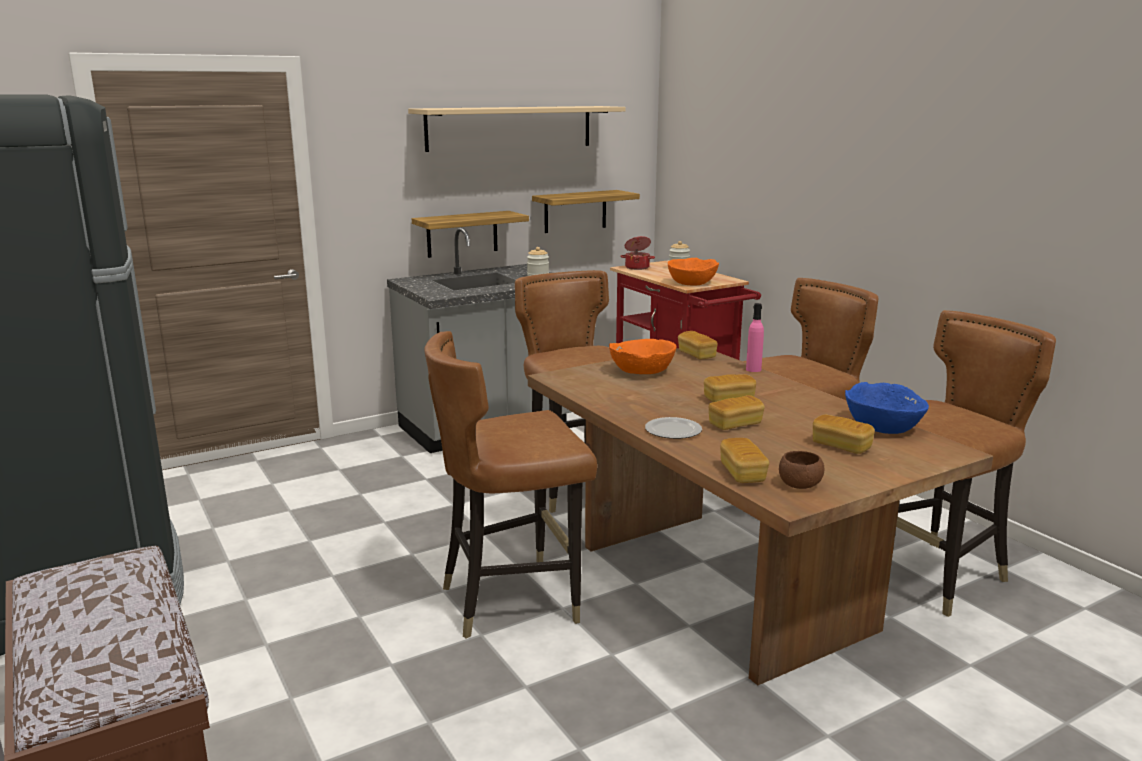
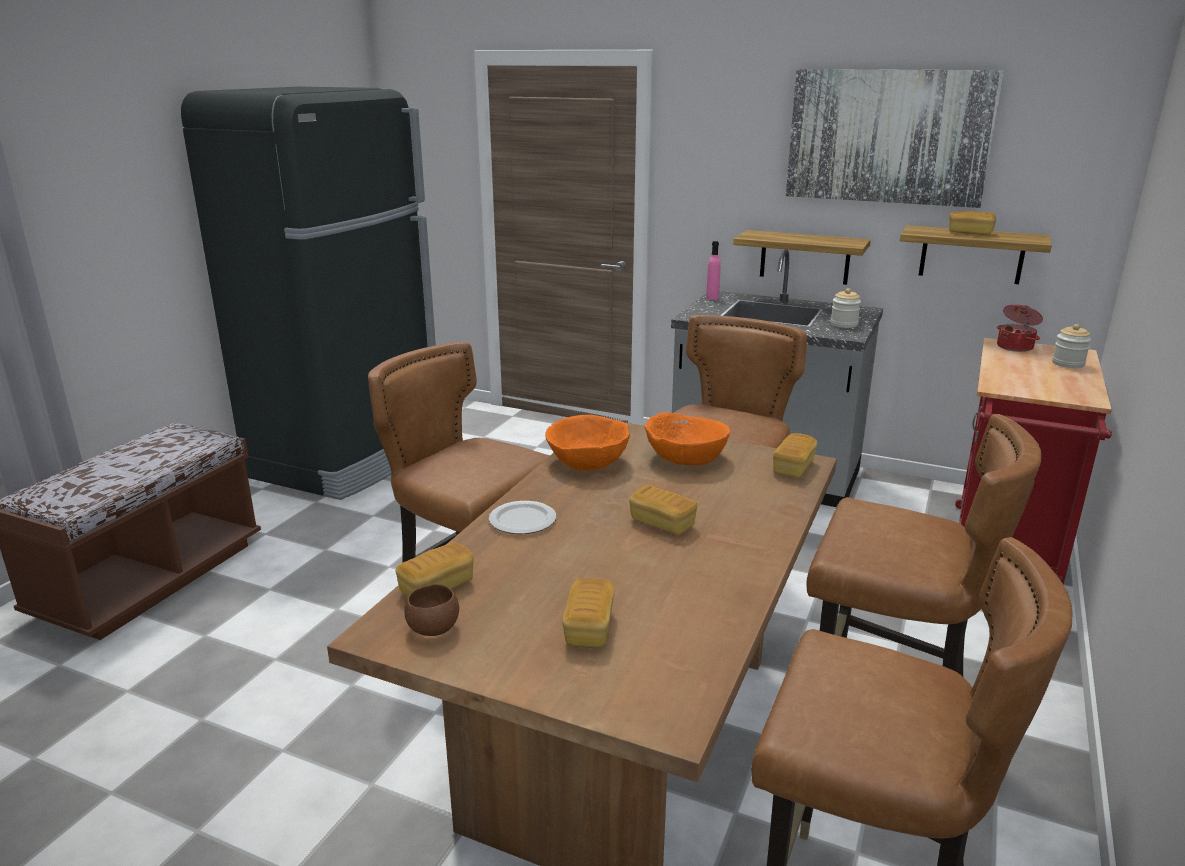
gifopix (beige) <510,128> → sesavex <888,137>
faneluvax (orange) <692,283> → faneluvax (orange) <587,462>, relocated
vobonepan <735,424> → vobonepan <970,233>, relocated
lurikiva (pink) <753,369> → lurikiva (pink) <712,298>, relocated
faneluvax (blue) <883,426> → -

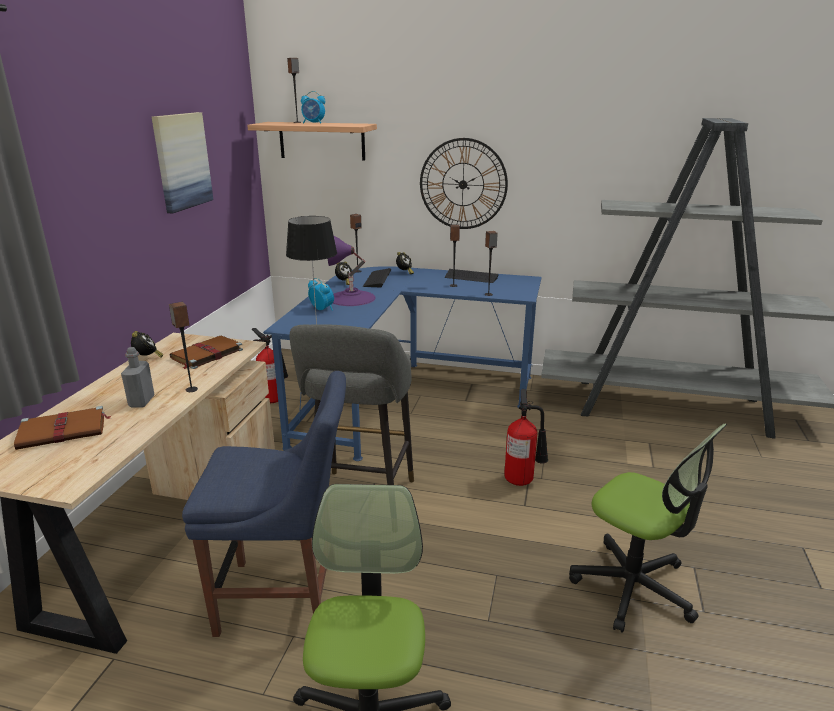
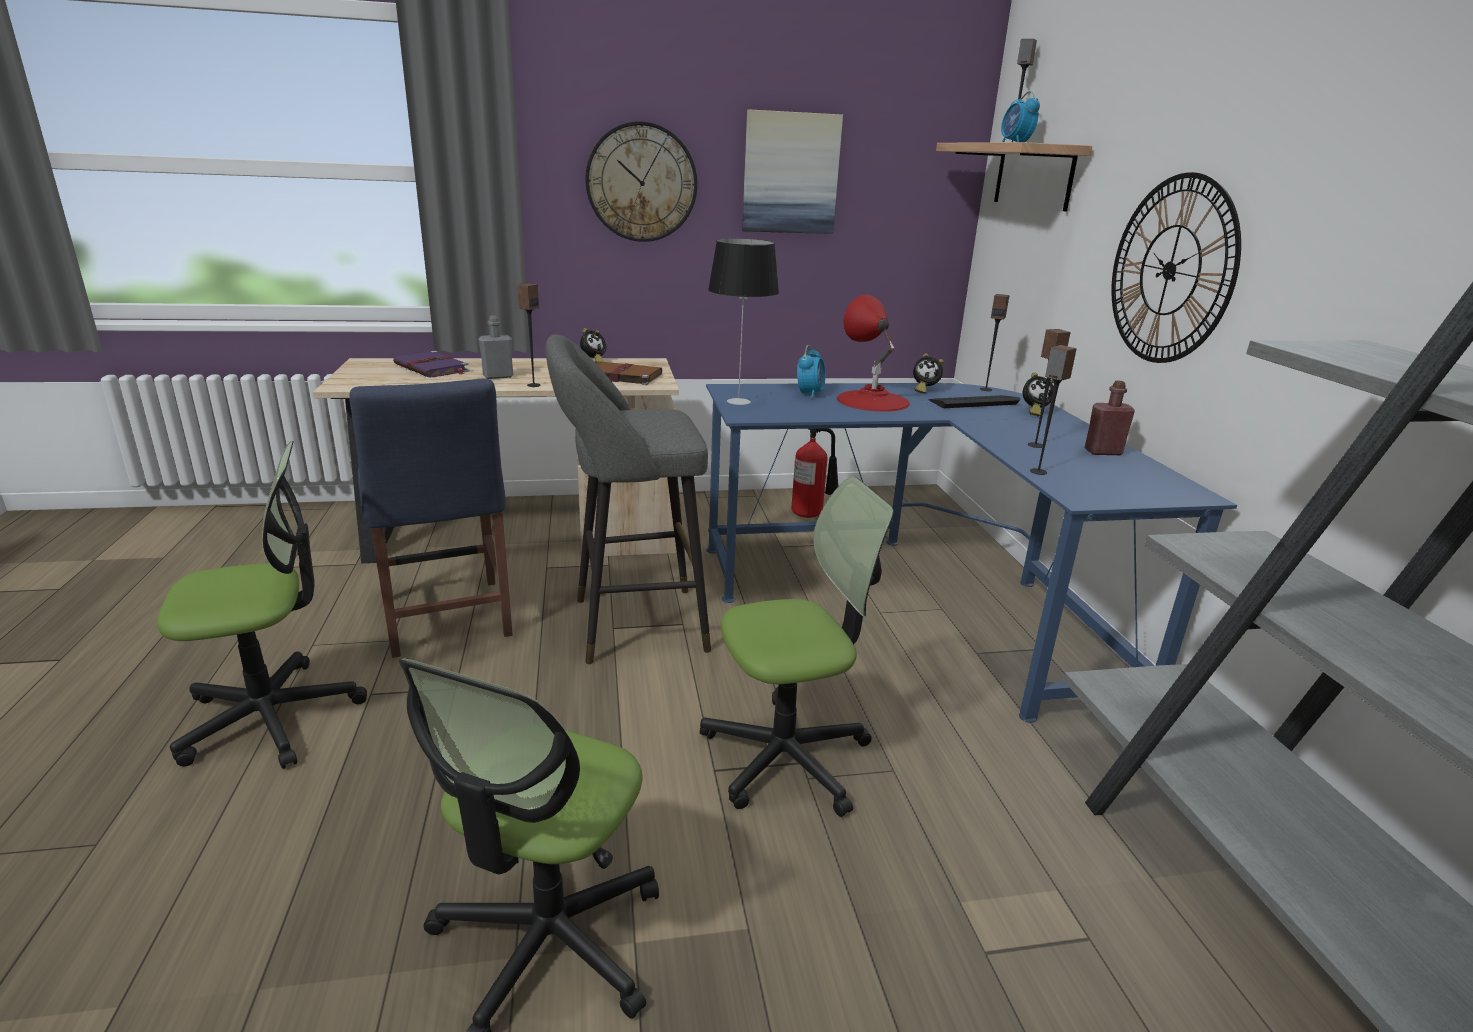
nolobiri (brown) <64,431> → nolobiri (purple) <432,368>
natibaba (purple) <351,298> → natibaba (red) <872,400>
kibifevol <471,277> → lurikiva (red) <1103,452>
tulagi <523,480> → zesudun <786,756>
- → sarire <641,183>

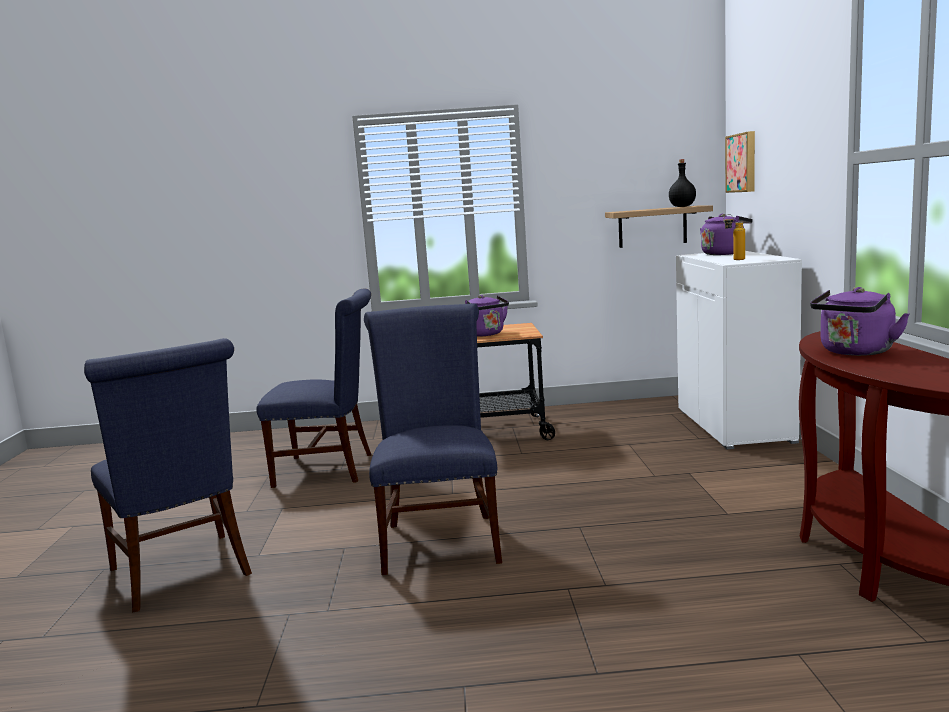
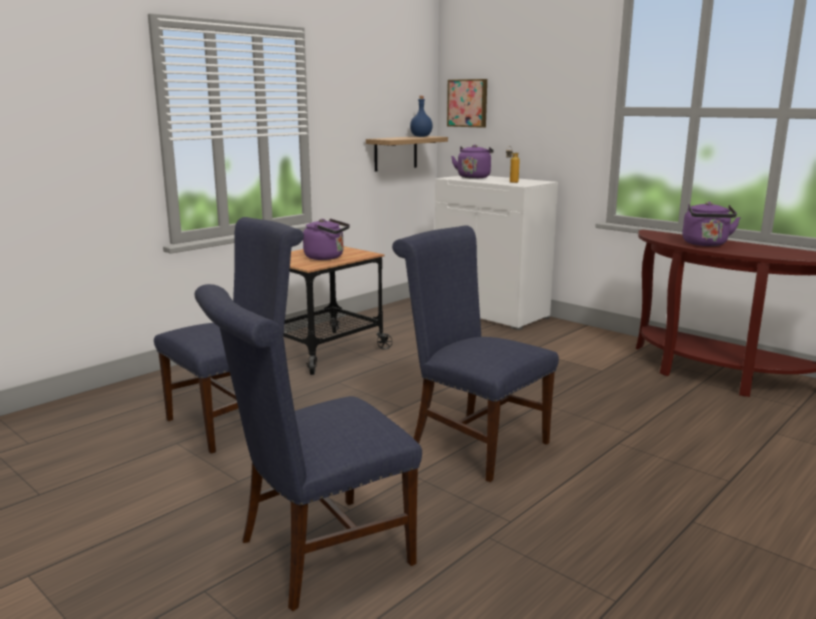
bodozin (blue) <183,574> → bodozin (blue) <315,554>, 135 degrees clockwise
lurikiva (black) <682,206> → lurikiva (blue) <421,136>

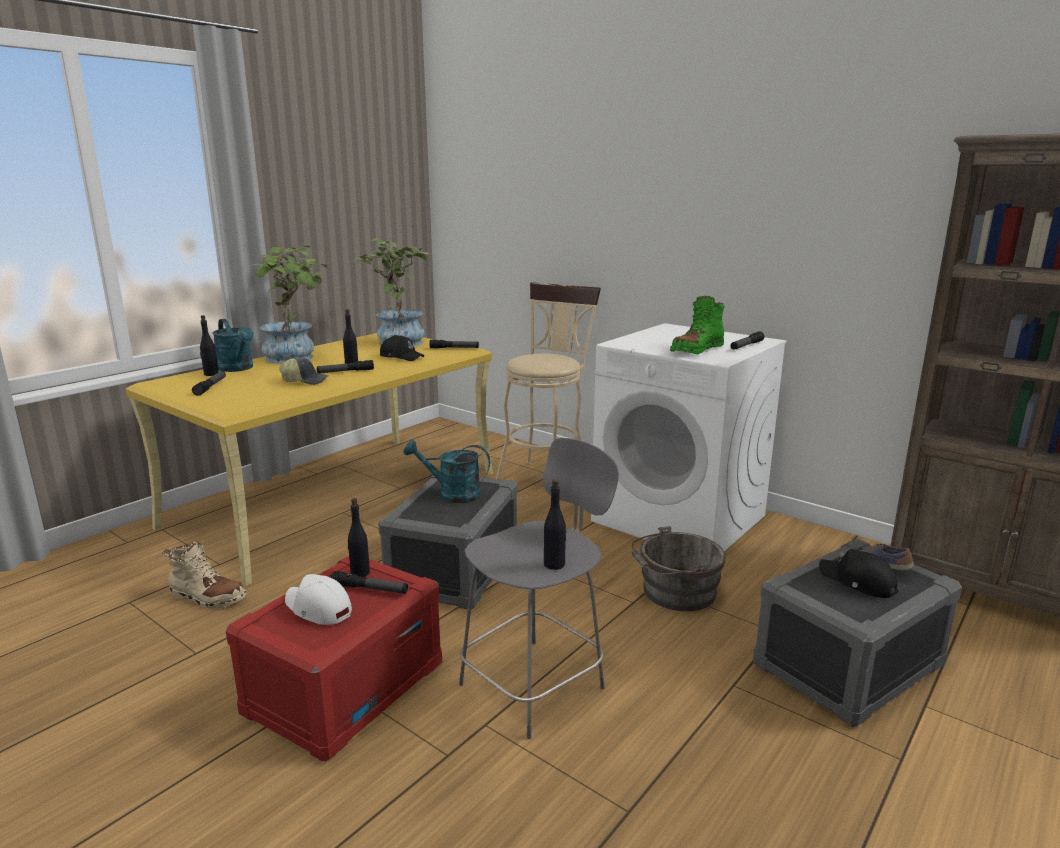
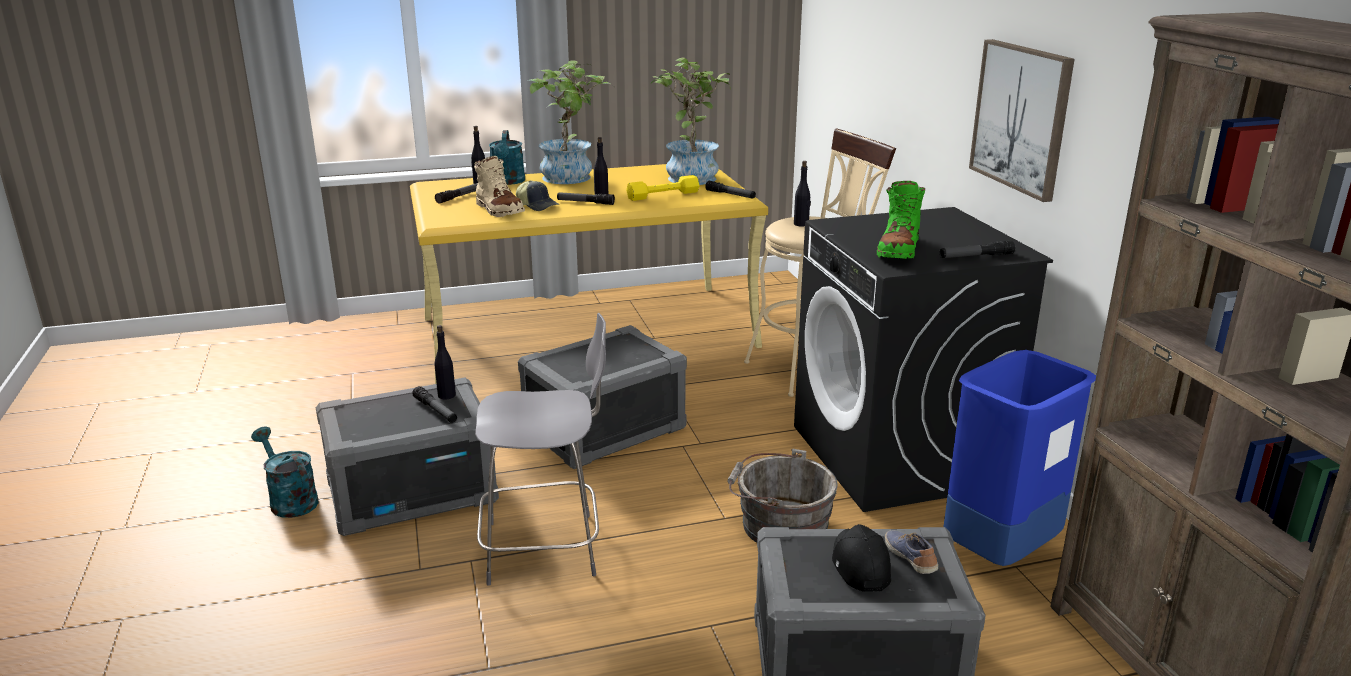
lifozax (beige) <207,597> → lifozax (beige) <499,210>, relocated
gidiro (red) <345,687> → gidiro (grey) <413,491>
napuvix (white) <318,608> → -
napuvix (black) <401,356> → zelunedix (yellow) <663,195>
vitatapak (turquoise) <452,494> → vitatapak (turquoise) <290,500>, relocated
lurikiva (black) <554,564> → lurikiva (black) <801,224>, relocated
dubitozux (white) <680,518> → dubitozux (black) <898,456>
lifozax (green) <696,350> → lifozax (green) <898,250>, 60 degrees counterclockwise
- → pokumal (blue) <999,551>
- → sesavex <1021,117>

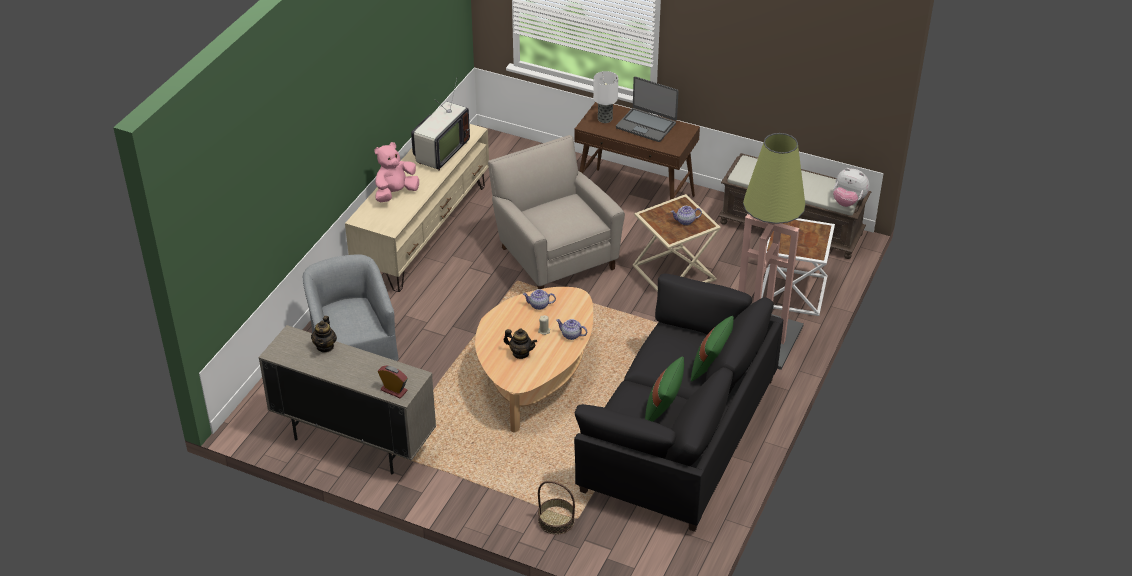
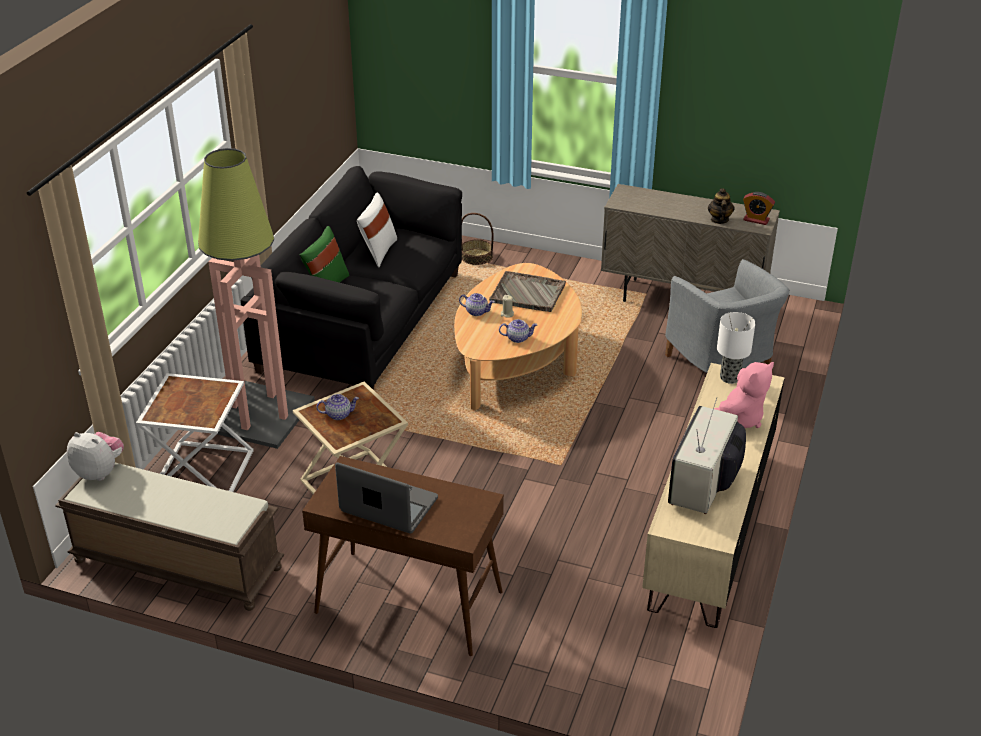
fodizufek <394,390> → fodizufek <756,220>, relocated
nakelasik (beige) <554,254> → -
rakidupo <520,353> → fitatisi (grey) <528,293>
natibaba <605,119> → natibaba <729,377>, relocated
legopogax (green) <663,411> → legopogax (white) <378,252>

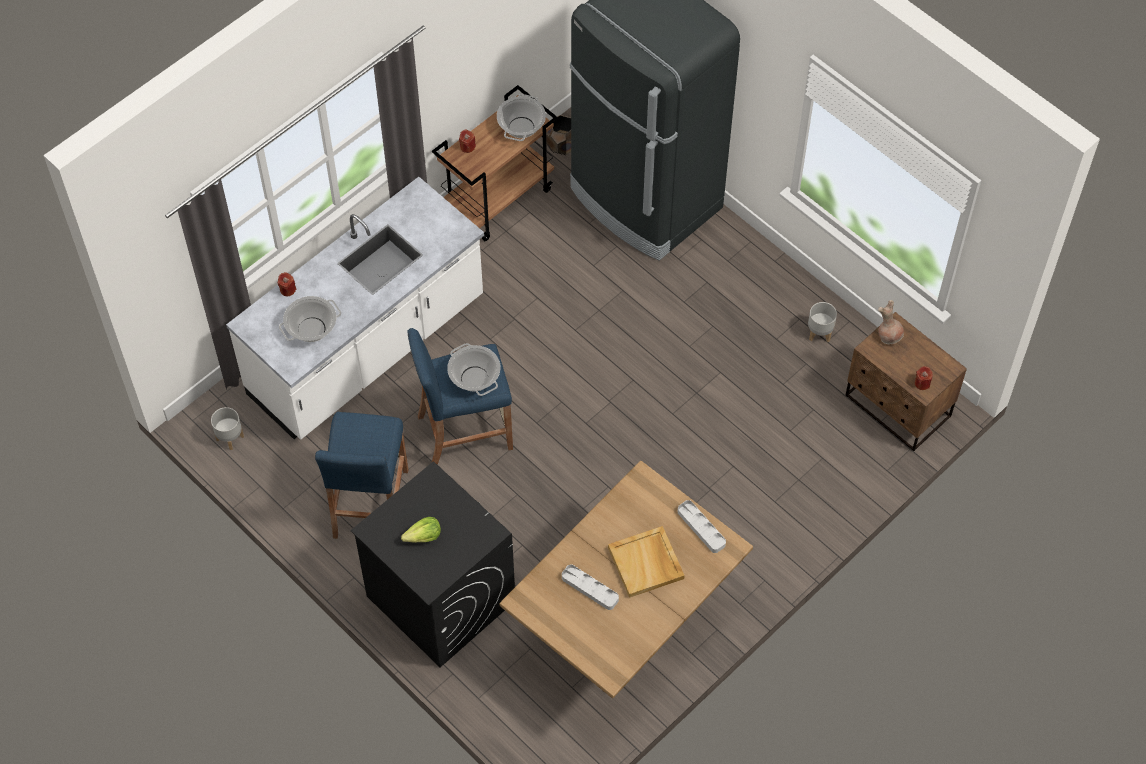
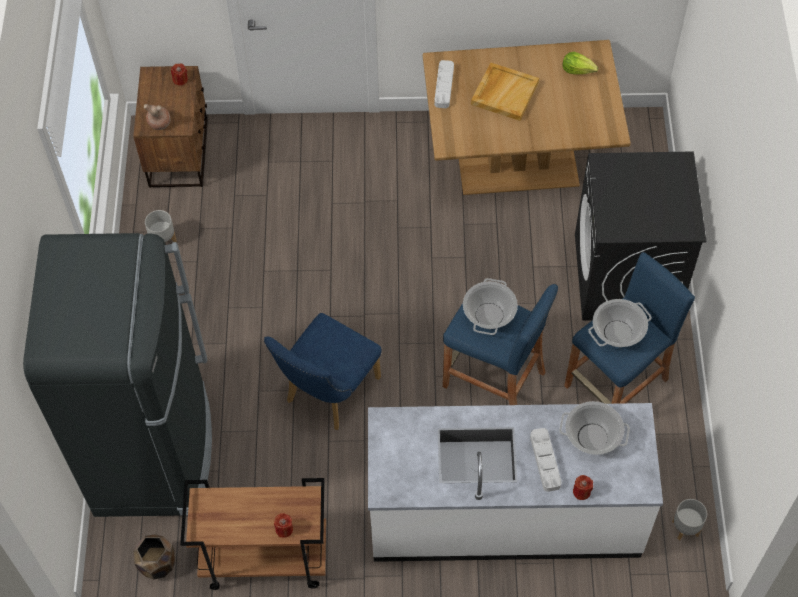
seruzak <423,537> → seruzak <578,70>, relocated
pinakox <521,127> → pinakox <617,333>, relocated
fitatisi (grey) <590,588> → fitatisi (grey) <545,461>, relocated
- → bodozin (blue) <327,393>

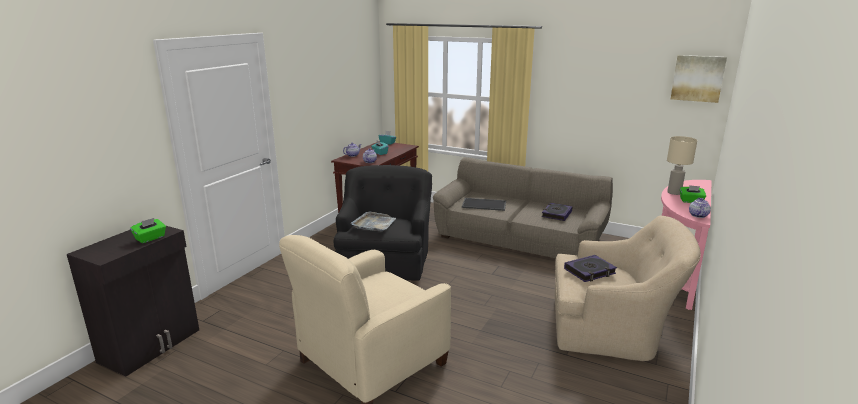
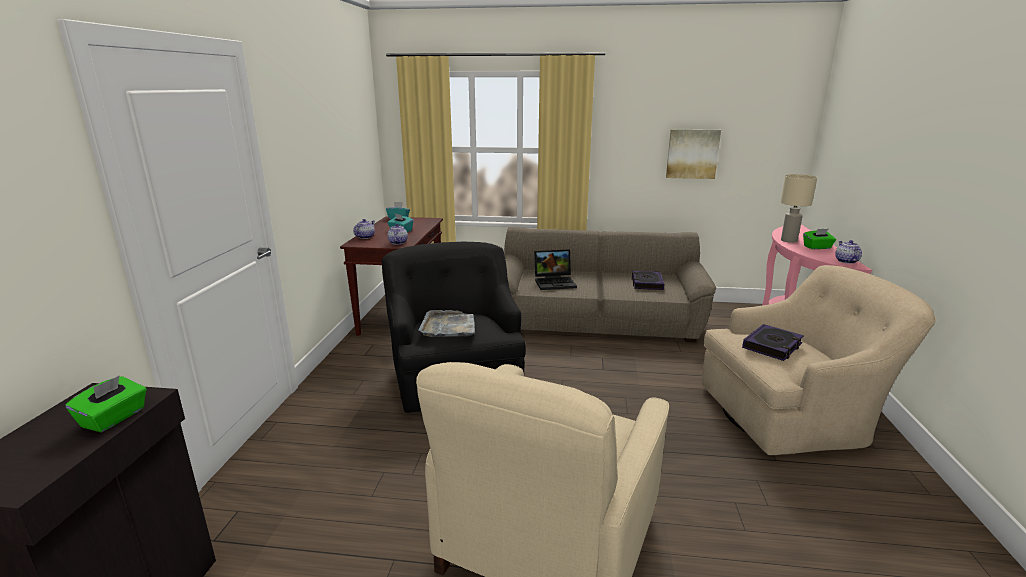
fitatisi <484,204> → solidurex <555,282>
sesavex <697,78> → sesavex <692,153>, relocated

